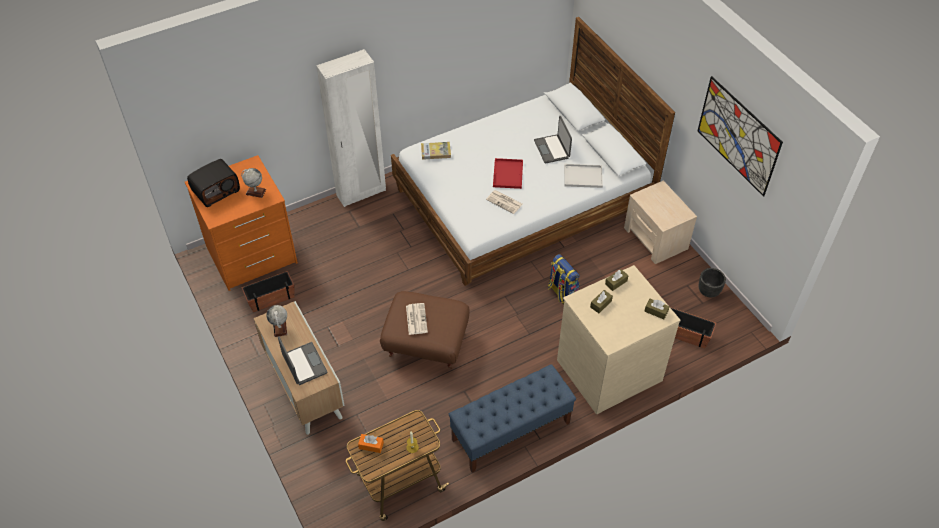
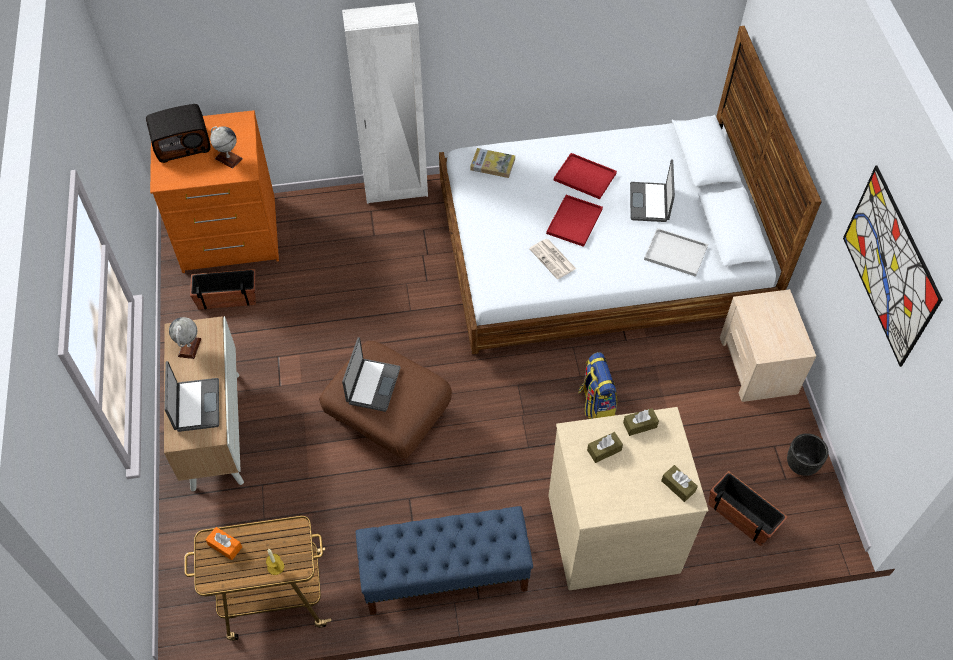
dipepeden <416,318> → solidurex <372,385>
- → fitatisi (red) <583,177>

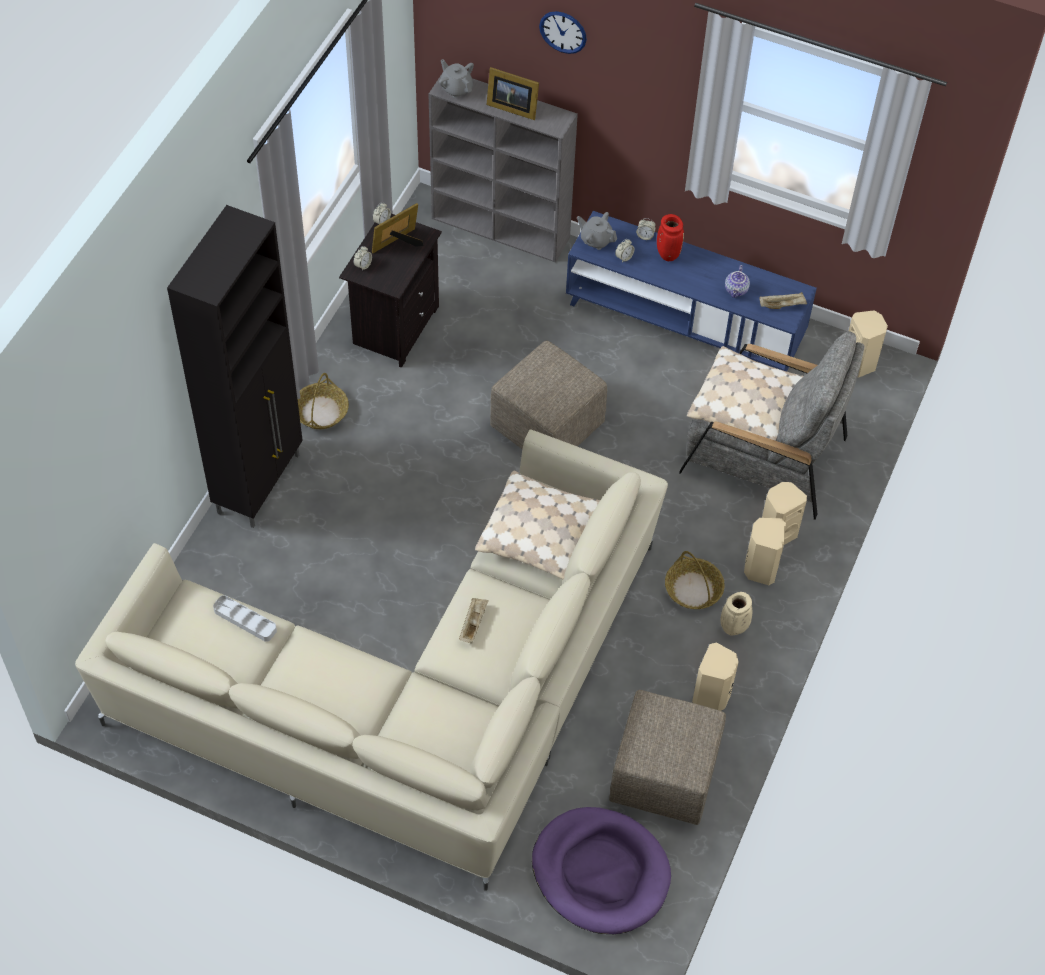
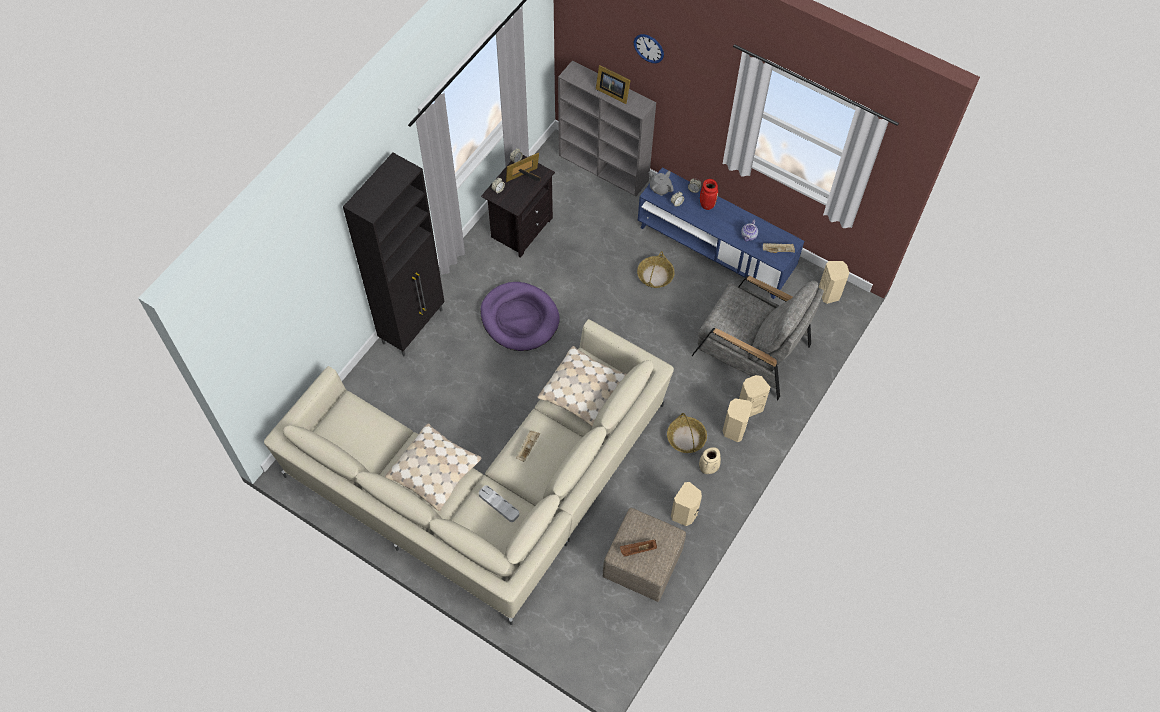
fitatisi (grey) <245,620> → fitatisi (grey) <499,504>, relocated
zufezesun <321,412> → zufezesun <655,276>, relocated
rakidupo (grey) <456,88> → -
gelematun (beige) <547,425> → -
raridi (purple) <600,872> → raridi (purple) <519,318>, relocated
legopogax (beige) <745,405> → legopogax (beige) <434,471>, relocated
- → fitatisi (brown) <637,550>

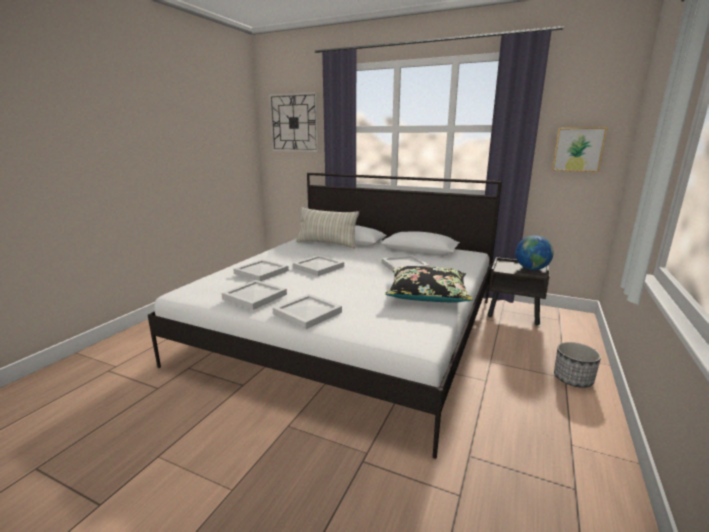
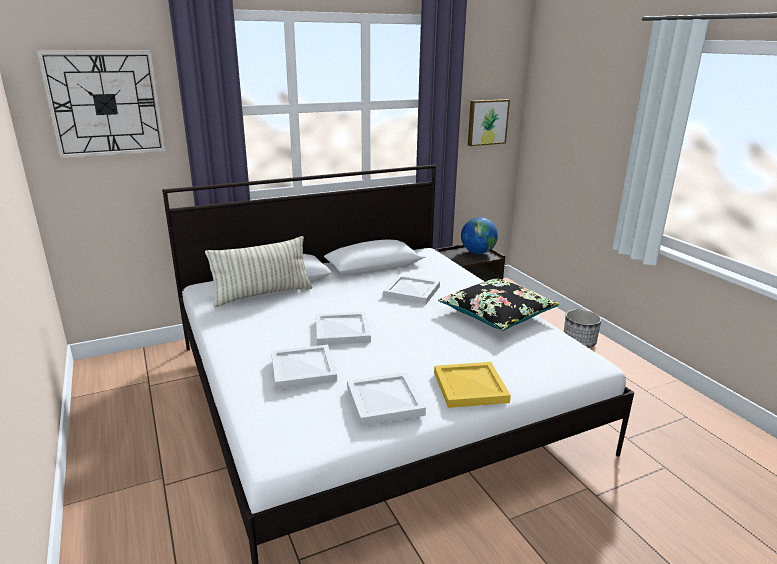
fitatisi (white) <307,312> → fitatisi (yellow) <469,386>

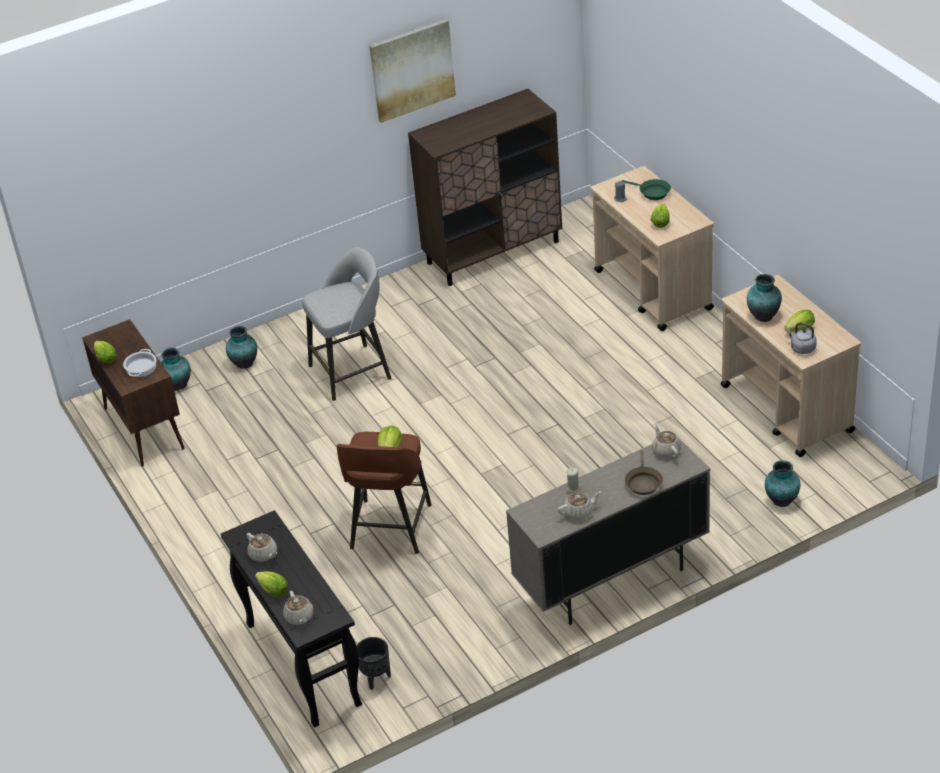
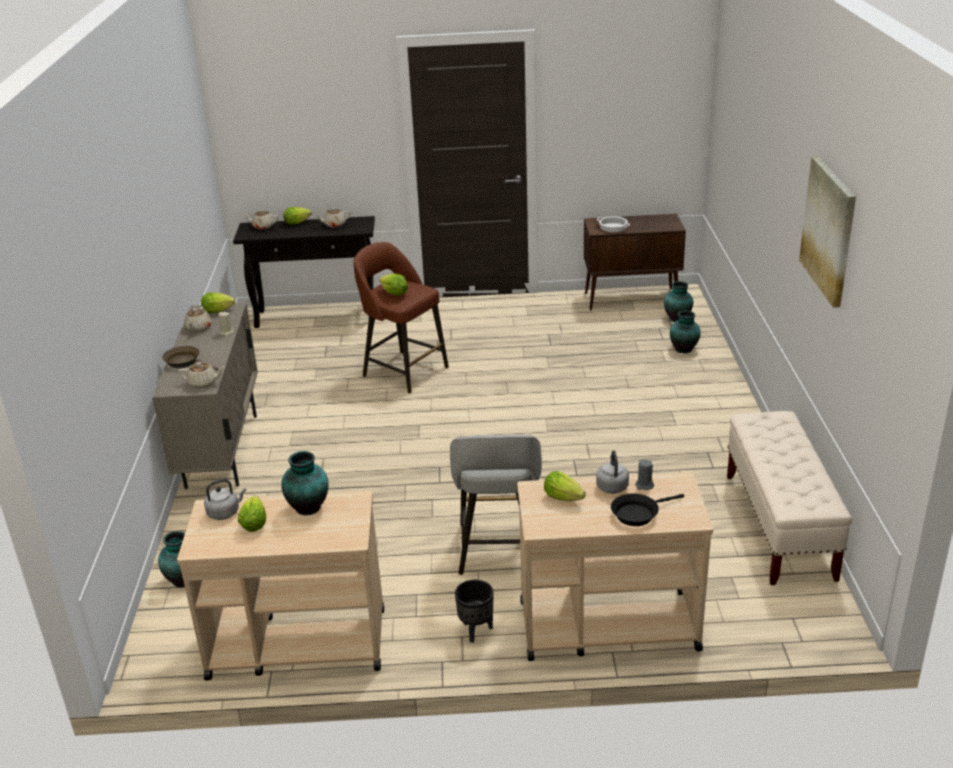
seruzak <105,358> → seruzak <219,311>, relocated
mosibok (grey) <352,371> → mosibok (grey) <499,550>, relocated
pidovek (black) <376,679> → pidovek (black) <475,630>, relocated
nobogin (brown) <493,252> → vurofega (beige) <779,526>
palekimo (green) <652,192> → palekimo (black) <638,514>
- → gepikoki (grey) <612,486>

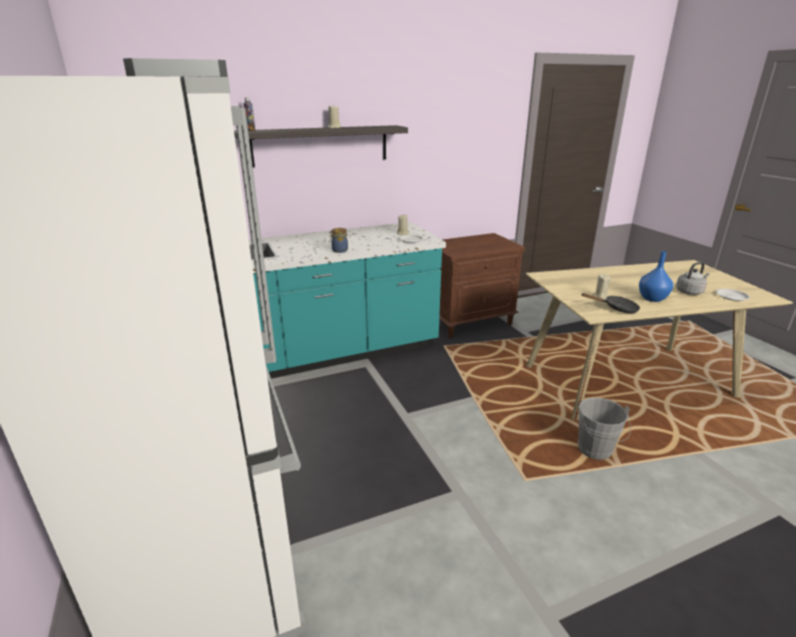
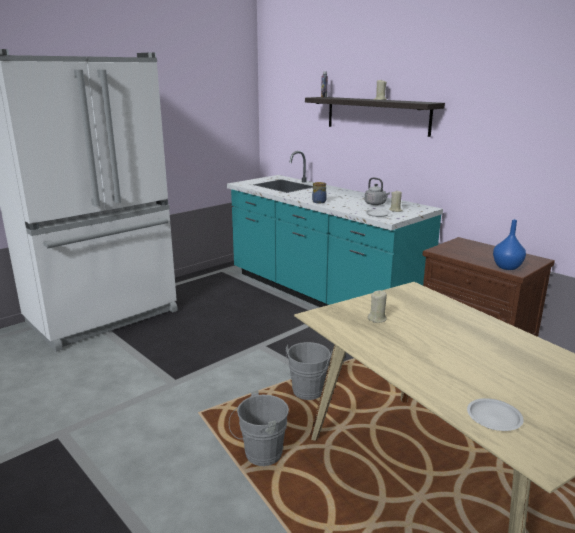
palekimo (black) <616,308> → -
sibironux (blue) <653,298> → sibironux (blue) <507,267>, relocated
gepikoki (grey) <690,292> → gepikoki (grey) <376,204>, relocated
- → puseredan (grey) <307,394>

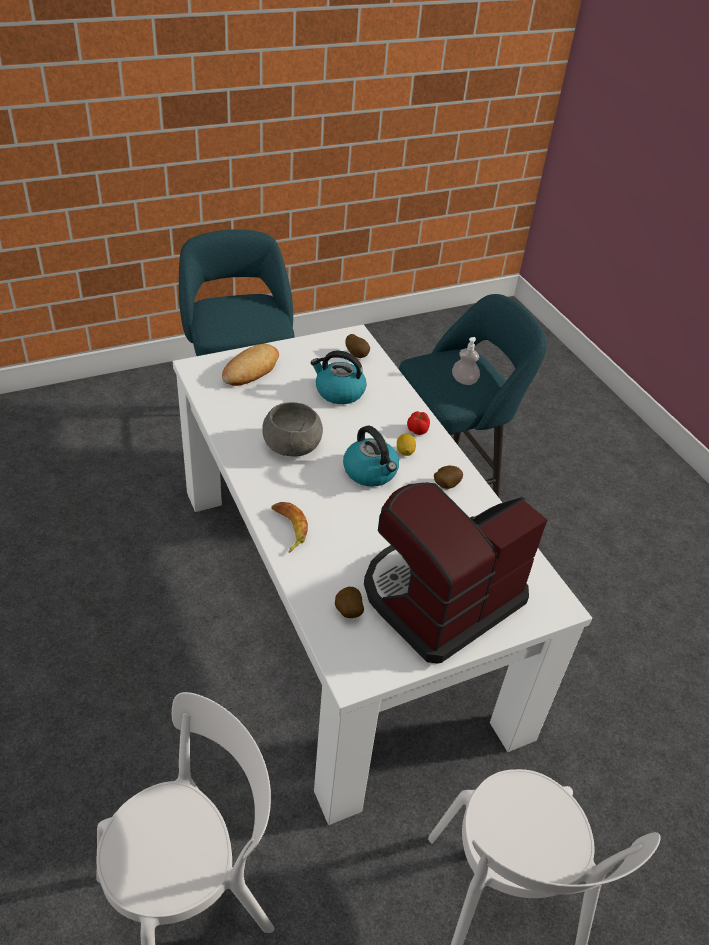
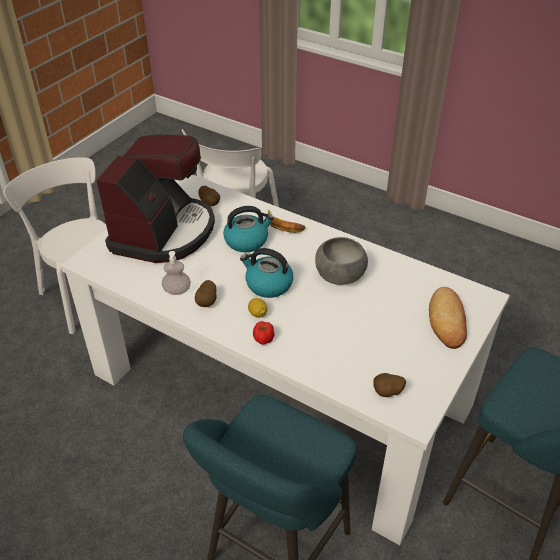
gepikoki <339,392> → gepikoki <247,241>, relocated
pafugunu <464,381> → pafugunu <177,290>, relocated

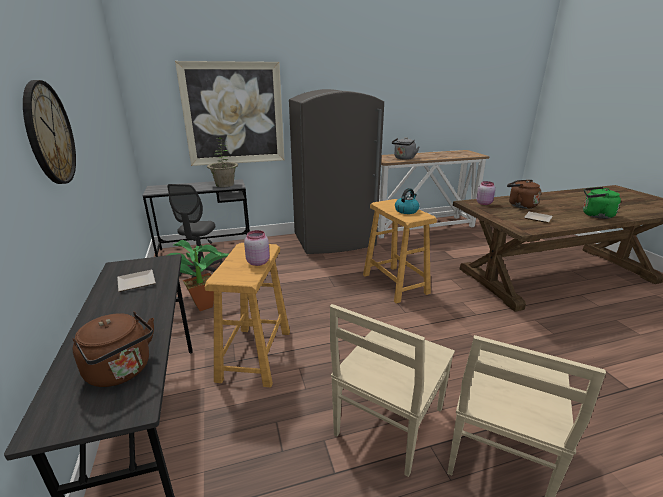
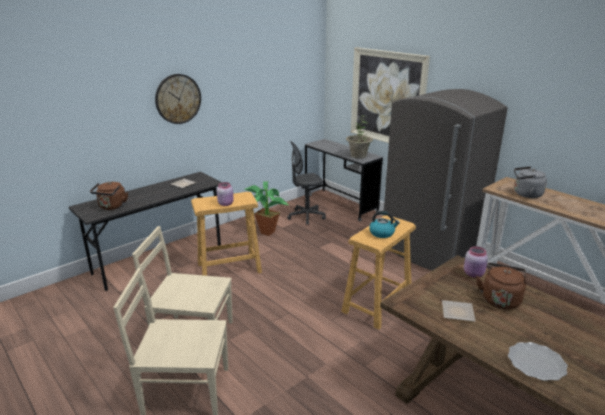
gepikoki (green) <595,215> → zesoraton <536,363>

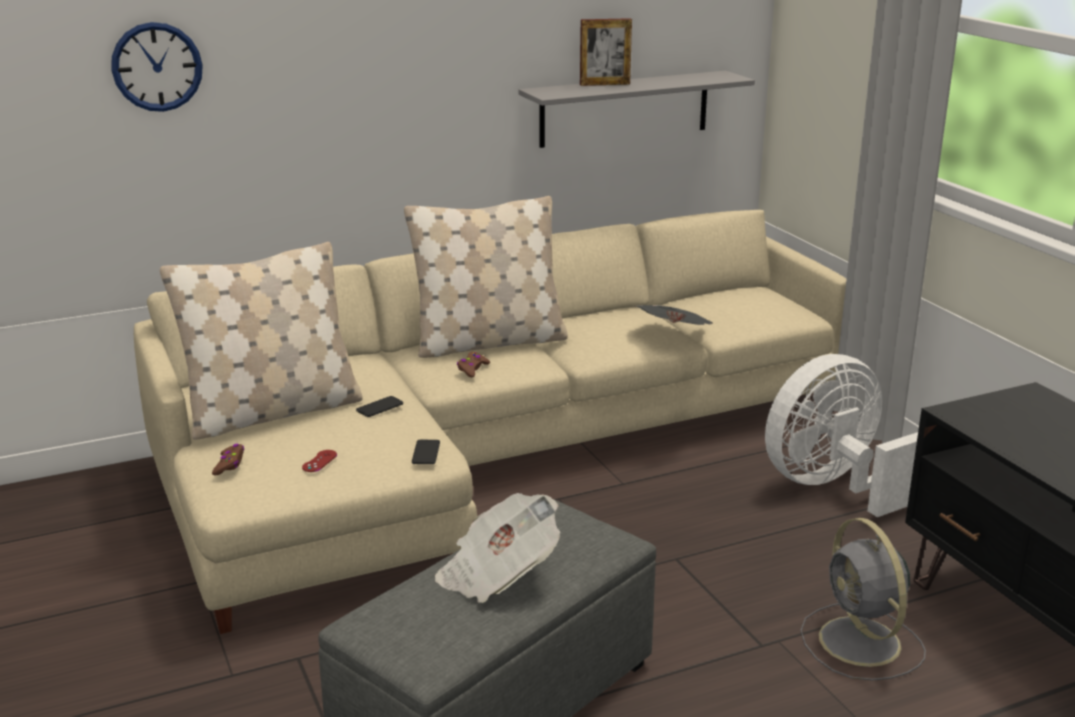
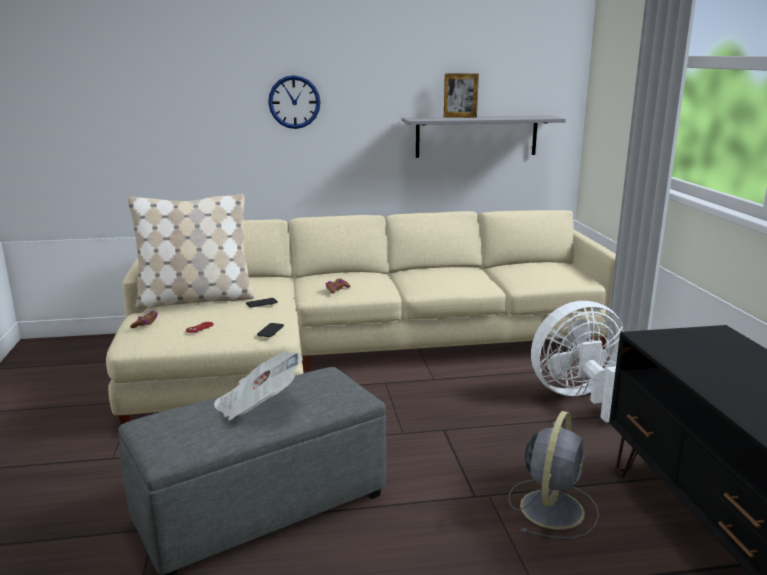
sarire <157,67> → sarire <294,102>, relocated
legopogax (beige) <488,342> → -
dipepeden <675,336> → -
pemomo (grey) <861,644> → pemomo (grey) <552,507>, 150 degrees counterclockwise

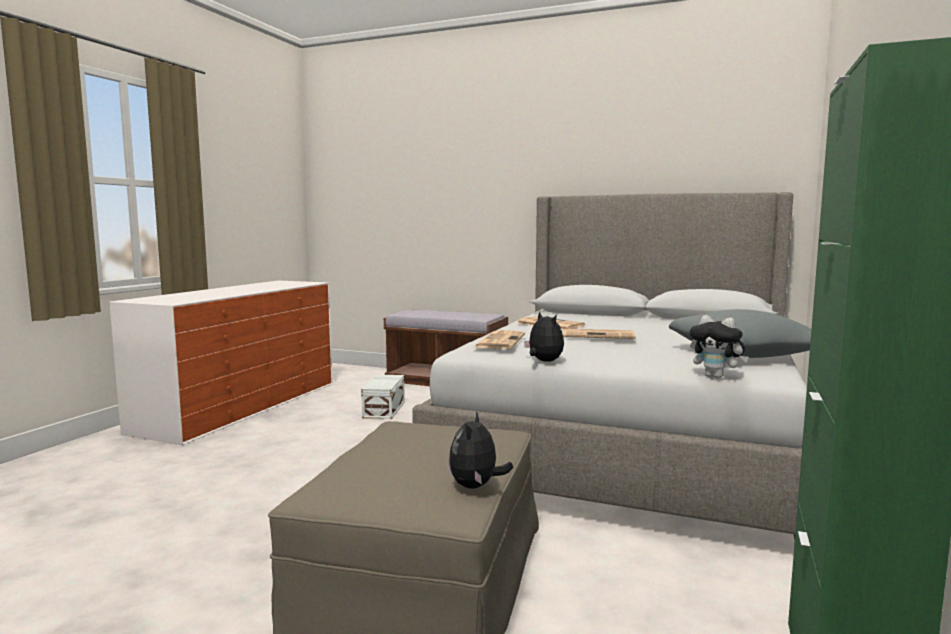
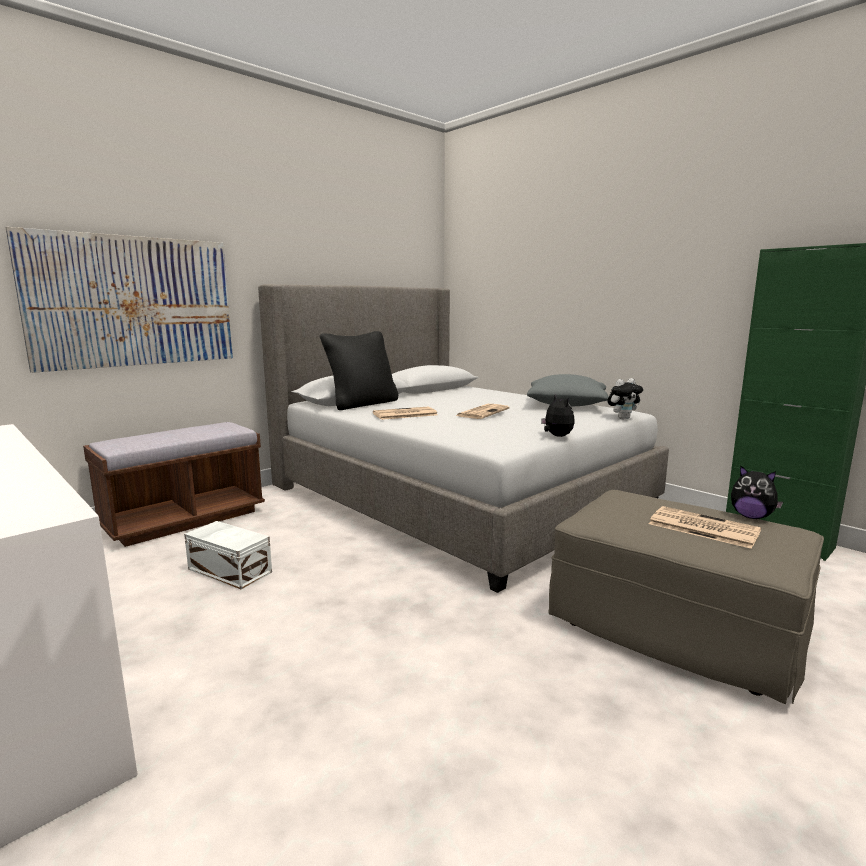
dipepeden <499,341> → dipepeden <701,527>, relocated
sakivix <543,361> → sakivix <556,436>, 75 degrees clockwise
- → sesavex <133,301>
- → legopogax (black) <362,404>

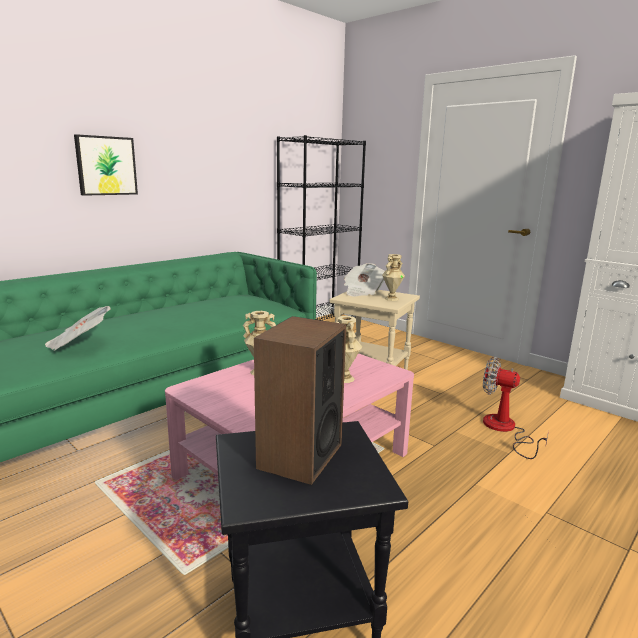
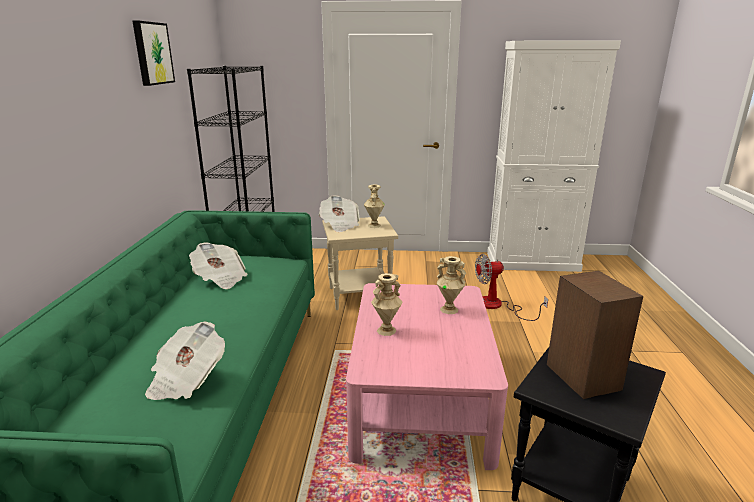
sesavex <106,166> → sesavex <152,53>, relocated
- → dipepeden <220,278>

